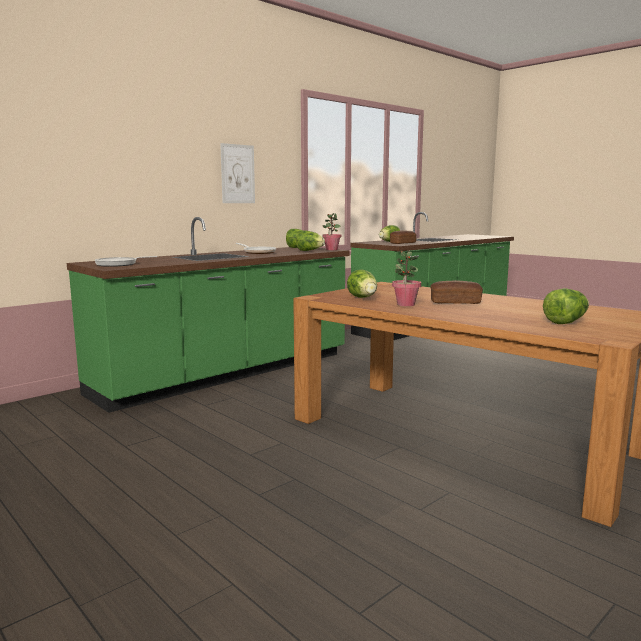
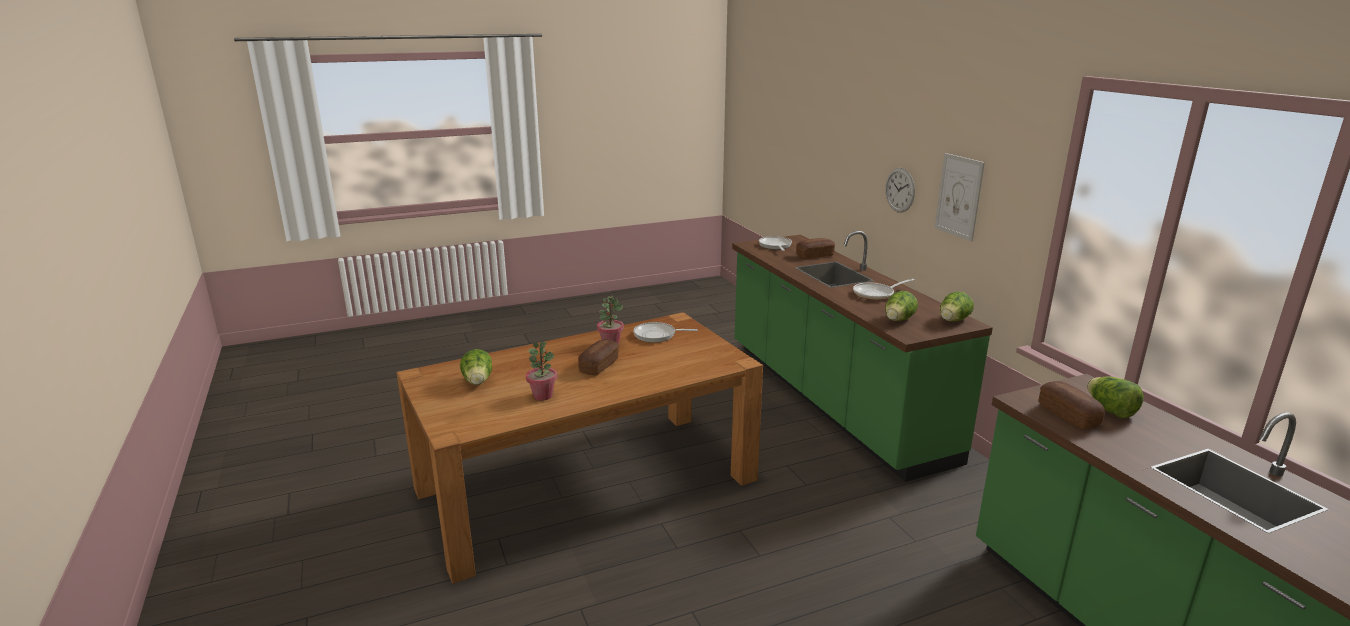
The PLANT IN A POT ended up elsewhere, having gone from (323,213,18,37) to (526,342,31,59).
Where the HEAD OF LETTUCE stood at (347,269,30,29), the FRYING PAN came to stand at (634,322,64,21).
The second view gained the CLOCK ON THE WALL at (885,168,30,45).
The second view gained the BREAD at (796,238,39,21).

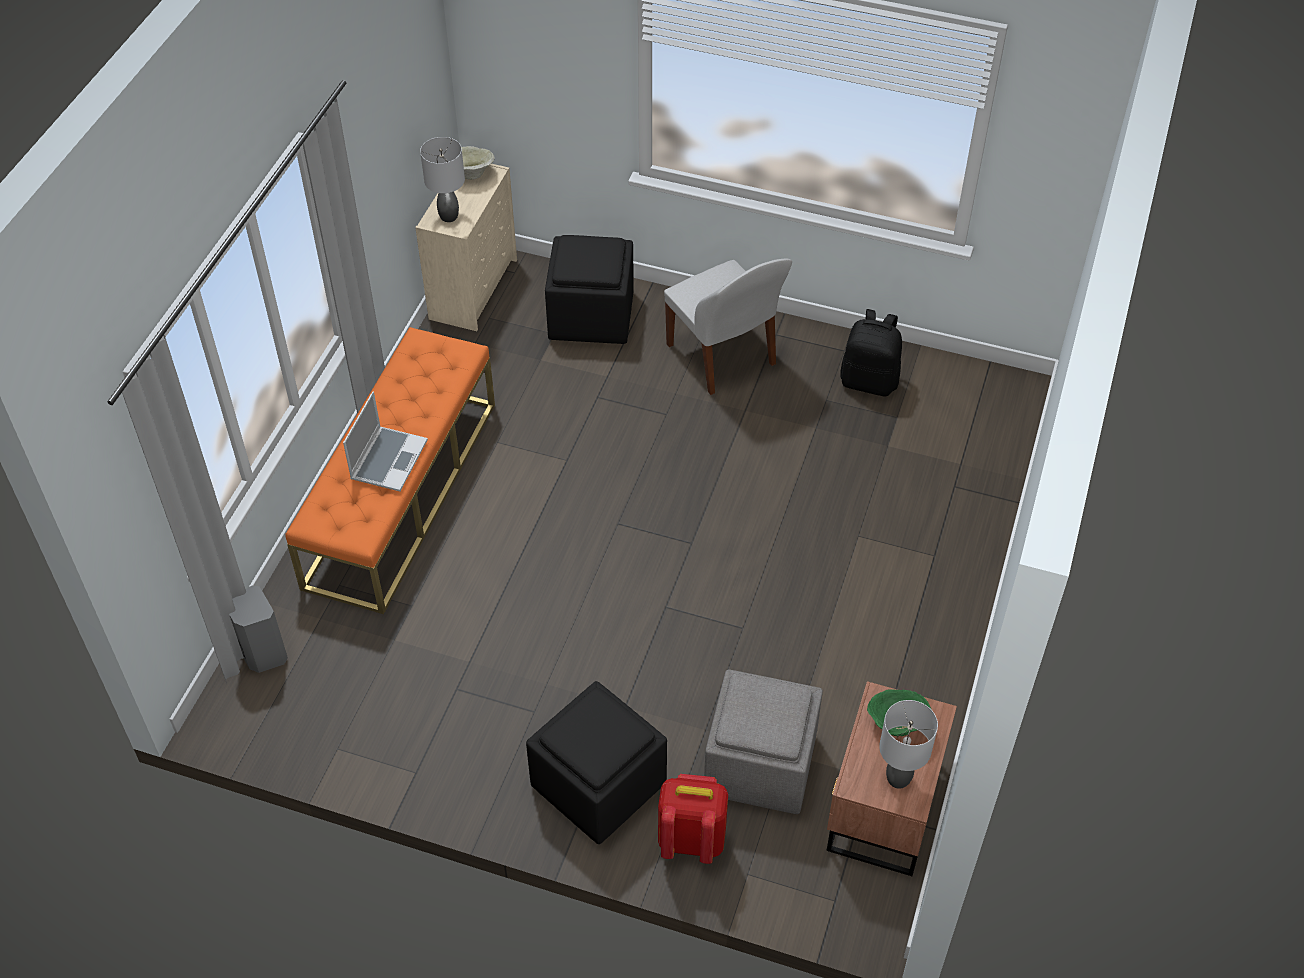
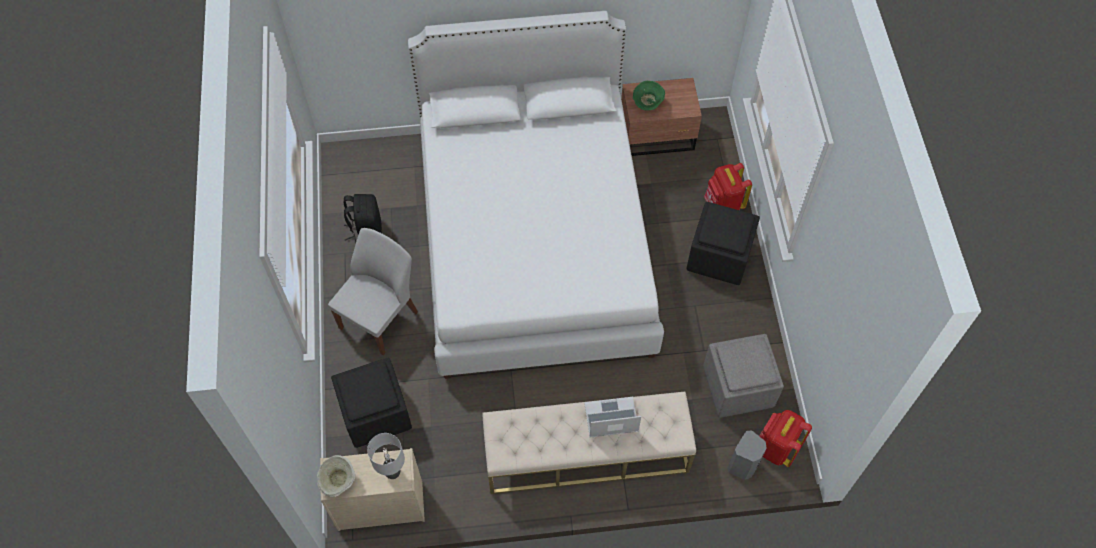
What was the ORANGE LONG SEAT at (285,327,210,287) turned into the BEIGE LONG SEAT at (482,392,214,102).
The GREYISH POUFFE ended up elsewhere, having gone from (704,670,119,144) to (703,334,81,84).
The second view lost the GREYISH LAMP FOR A TABLE at (879,700,59,89).
The second view gained the WHITE SLEEPING BED at (408,11,256,368).
The second view gained the RED RUCKSACK at (759,410,53,57).

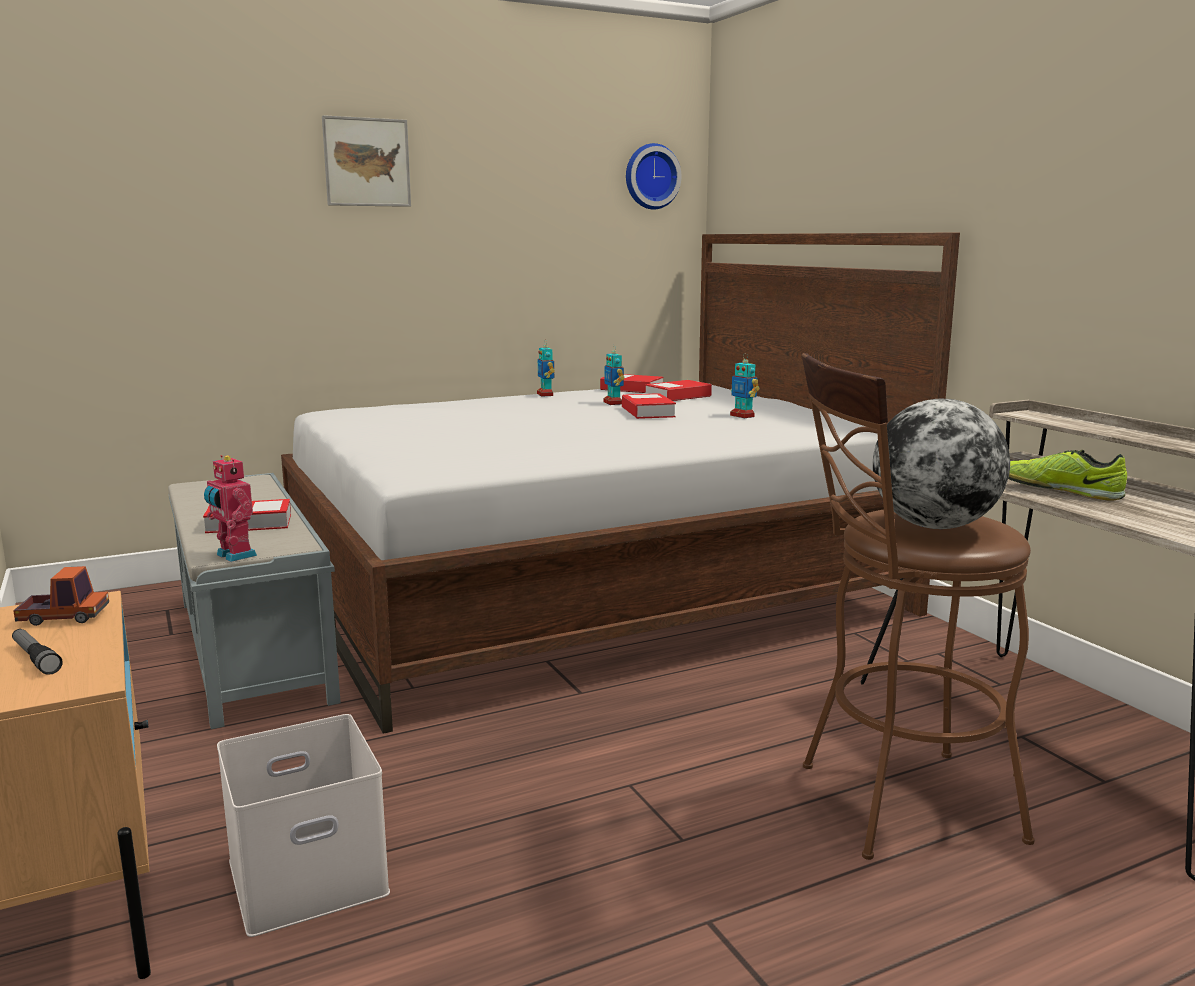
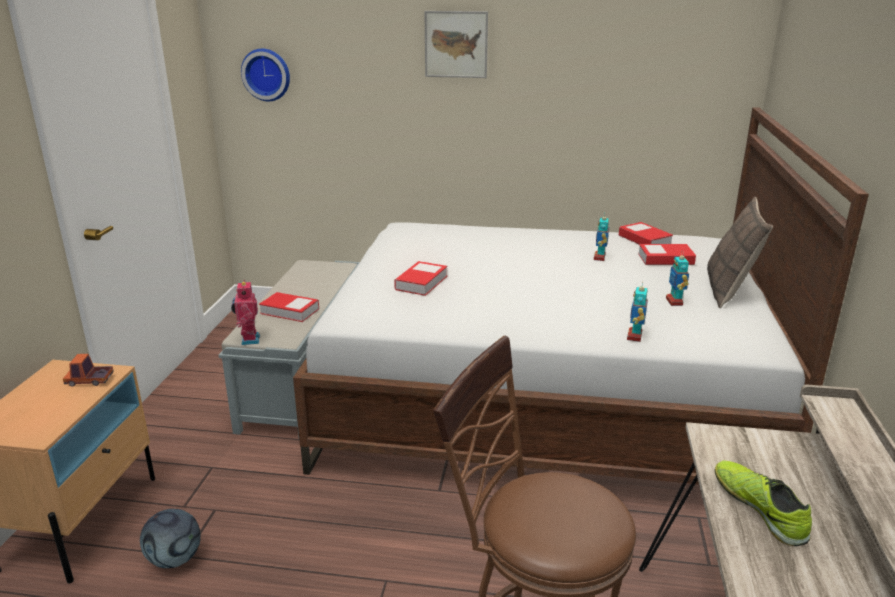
The CLOCK ON THE WALL ended up elsewhere, having gone from (626,143,55,66) to (241,49,49,52).
The TOY ROBOT ended up elsewhere, having gone from (537,344,18,53) to (627,281,21,61).
The VOLUME ended up elsewhere, having gone from (622,393,54,26) to (394,261,53,35).
The second view lost the DESK GLOBE at (873,399,137,130).
The TOY LORRY at (13,566,96,60) ended up facing another way, 150 degrees clockwise from before.
The second view lost the TORCH at (12,629,51,46).
Where the WHITE STORAGE BIN stood at (217,714,173,223), the FOOTBALL came to stand at (140,509,61,59).
The second view gained the PILLOW at (707,197,66,111).

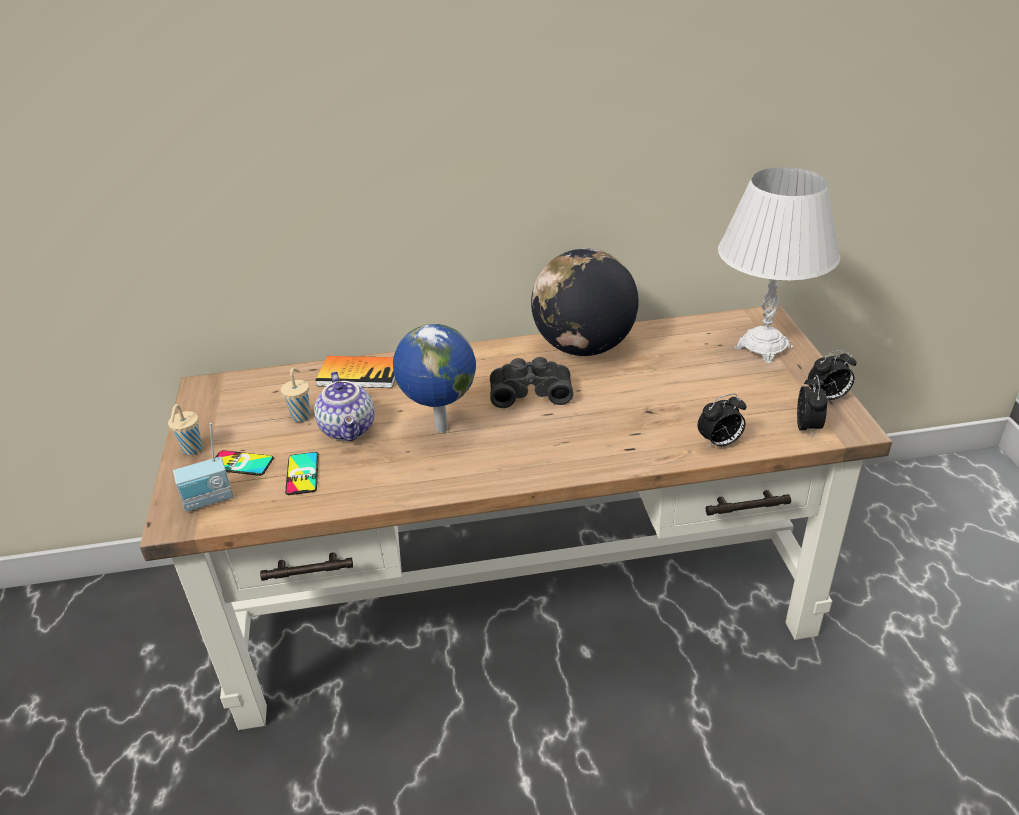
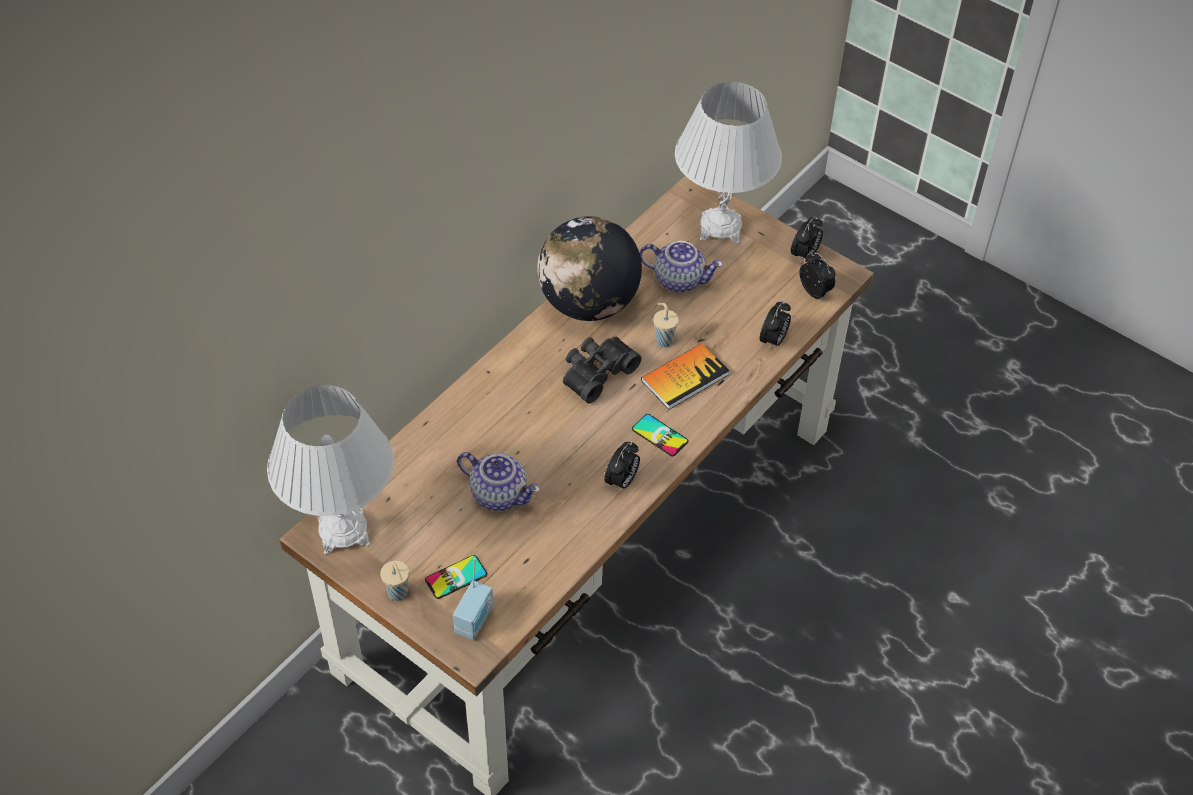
The second view lost the DESK GLOBE at (393,324,83,109).
The VOLUME ended up elsewhere, having gone from (315,356,80,32) to (641,343,88,67).
The BEIGE DRINKING CUP ended up elsewhere, having gone from (281,367,30,55) to (653,303,26,44).
The HANDSET ended up elsewhere, having gone from (285,452,34,43) to (632,414,56,43).
The second view gained the TEA POT at (640,241,83,51).
The second view gained the WHITE LAMP FOR A TABLE at (267,385,127,169).
The second view gained the TABLE CLOCK at (604,442,36,49).

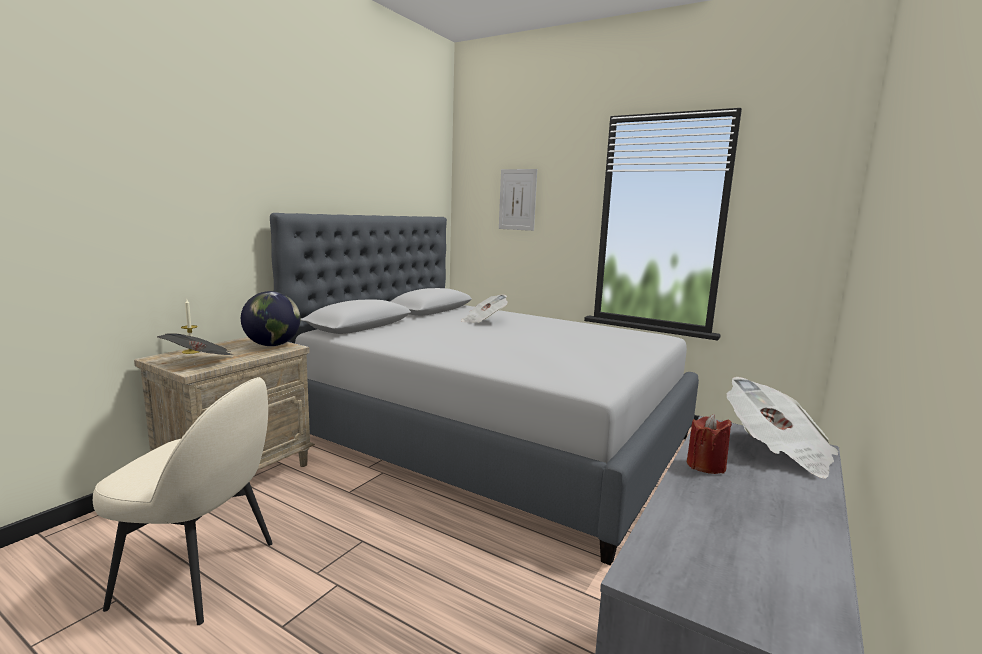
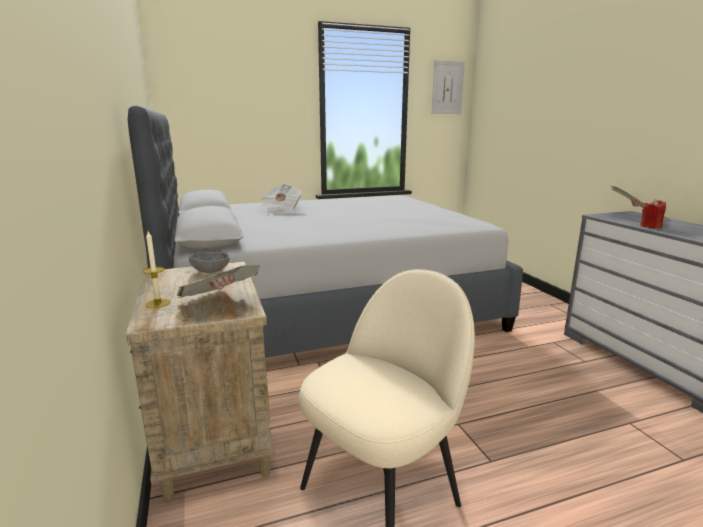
The PICTURE ended up elsewhere, having gone from (499,169,38,62) to (432,60,33,54).
Where the DESK GLOBE stood at (241,291,59,55), the GREYISH BOWL came to stand at (189,252,40,21).

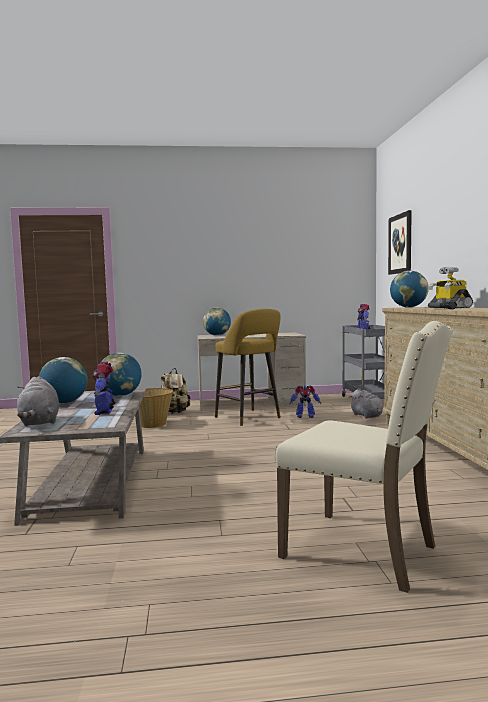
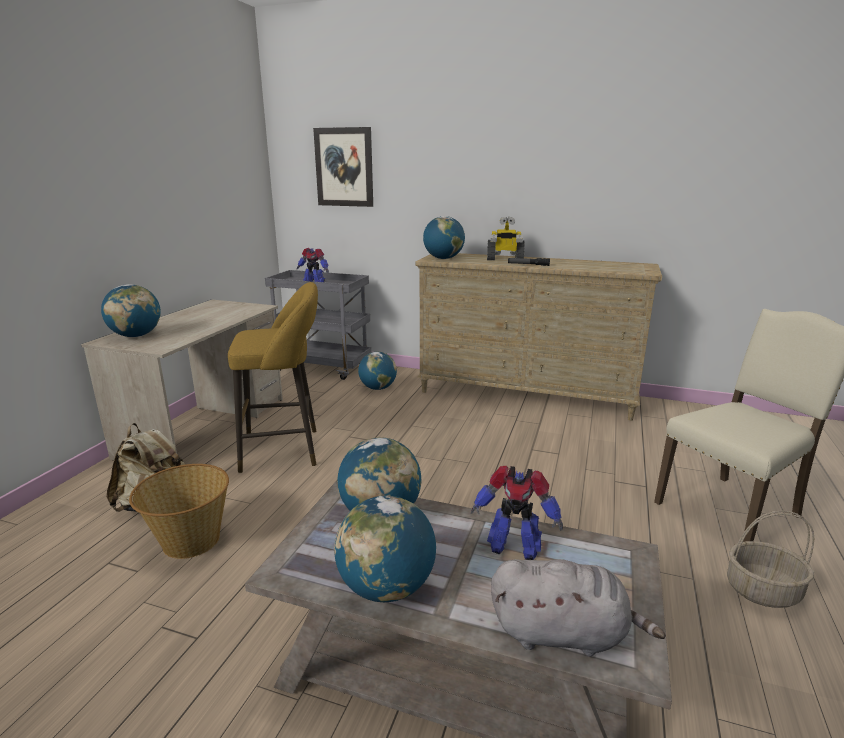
The second view lost the TOY ROBOT at (289,386,33,32).
Where the GREYISH PLUSH TOY stood at (349,389,34,30), the DESK GLOBE came to stand at (358,352,39,38).
The second view gained the BASKET at (727,510,87,98).

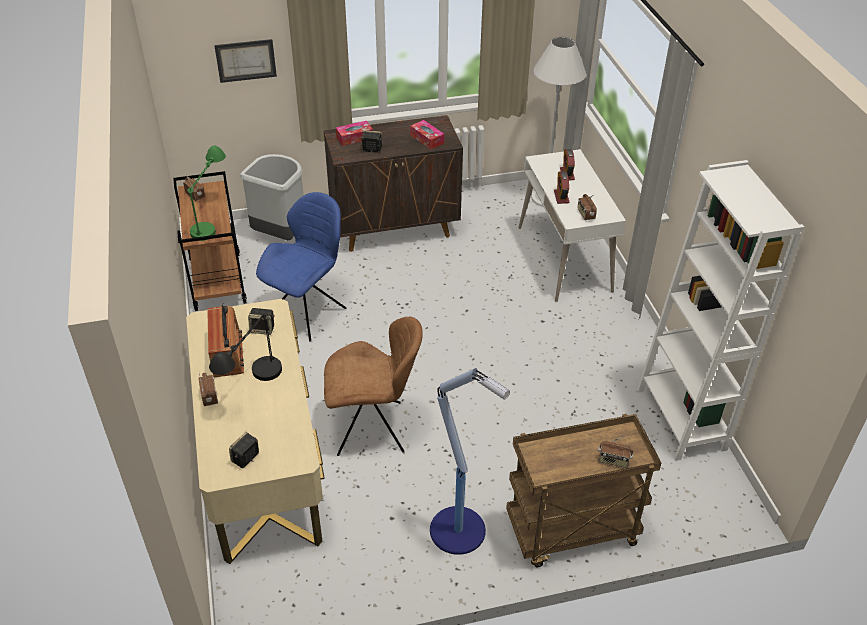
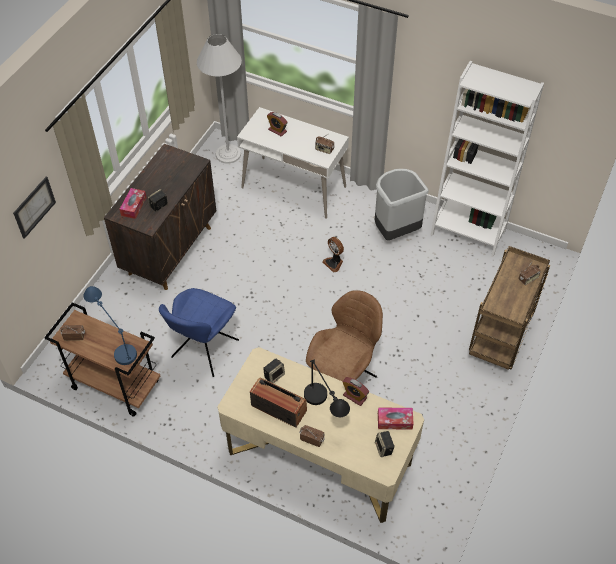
The TISSUE BOX ended up elsewhere, having gone from (410,120,34,30) to (378,407,36,23).
What was the GREENISH LAMP FOR A TABLE at (188,146,38,95) turned into the BLUISH LAMP FOR A TABLE at (83,286,54,79).
The GREYISH TRASH CAN ended up elsewhere, having gone from (240,154,64,86) to (375,169,54,71).
The TABLE CLOCK ended up elsewhere, having gone from (554,171,15,33) to (342,377,27,29).
The BLUISH PLAIN CHAIR at (256,192,90,150) ended up facing another way, 135 degrees counterclockwise from before.
The second view lost the STANDARD LAMP at (430,368,80,187).
The second view gained the FAN at (323,237,21,35).

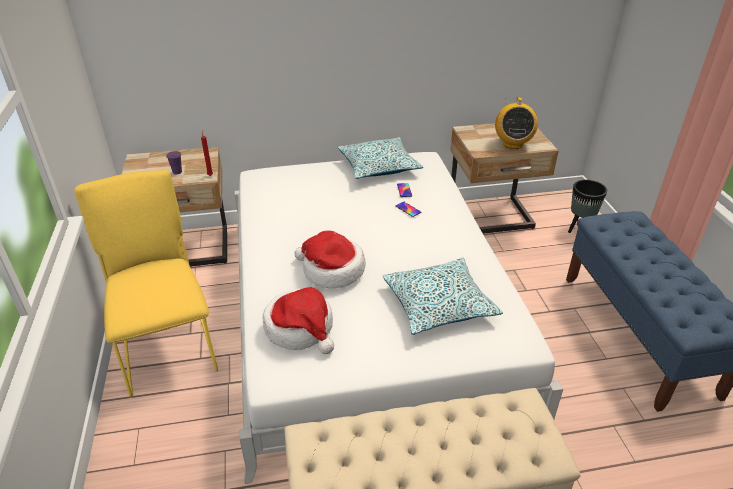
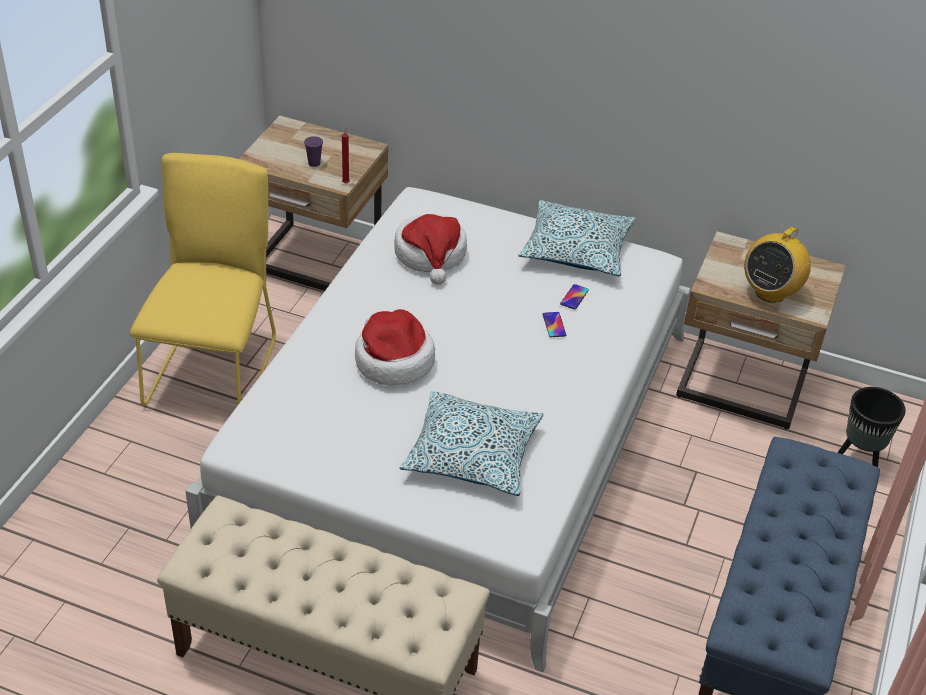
The WEARABLE HAT ended up elsewhere, having gone from (262,287,72,67) to (395,214,72,71).

